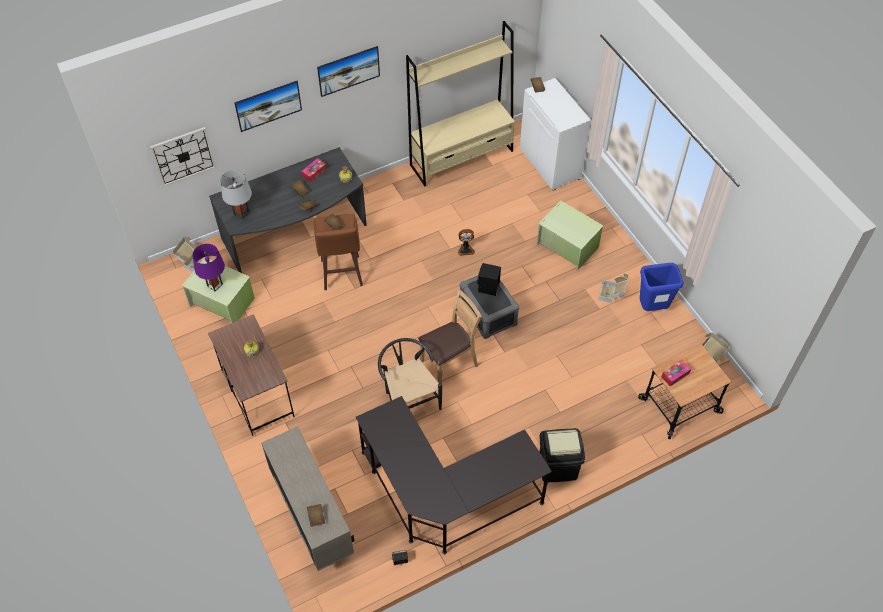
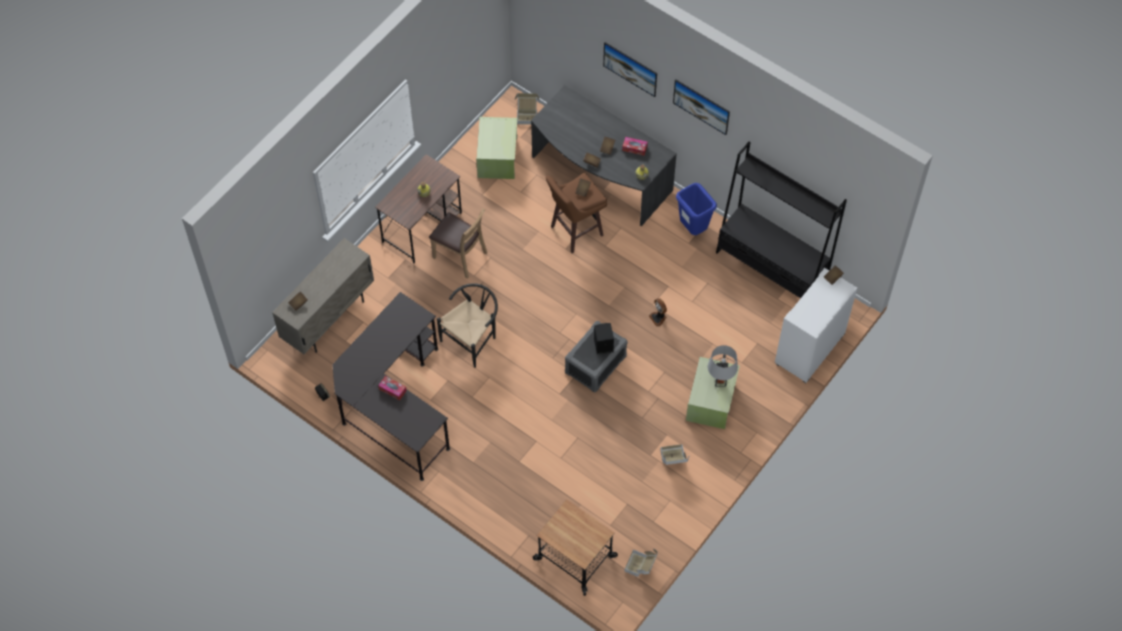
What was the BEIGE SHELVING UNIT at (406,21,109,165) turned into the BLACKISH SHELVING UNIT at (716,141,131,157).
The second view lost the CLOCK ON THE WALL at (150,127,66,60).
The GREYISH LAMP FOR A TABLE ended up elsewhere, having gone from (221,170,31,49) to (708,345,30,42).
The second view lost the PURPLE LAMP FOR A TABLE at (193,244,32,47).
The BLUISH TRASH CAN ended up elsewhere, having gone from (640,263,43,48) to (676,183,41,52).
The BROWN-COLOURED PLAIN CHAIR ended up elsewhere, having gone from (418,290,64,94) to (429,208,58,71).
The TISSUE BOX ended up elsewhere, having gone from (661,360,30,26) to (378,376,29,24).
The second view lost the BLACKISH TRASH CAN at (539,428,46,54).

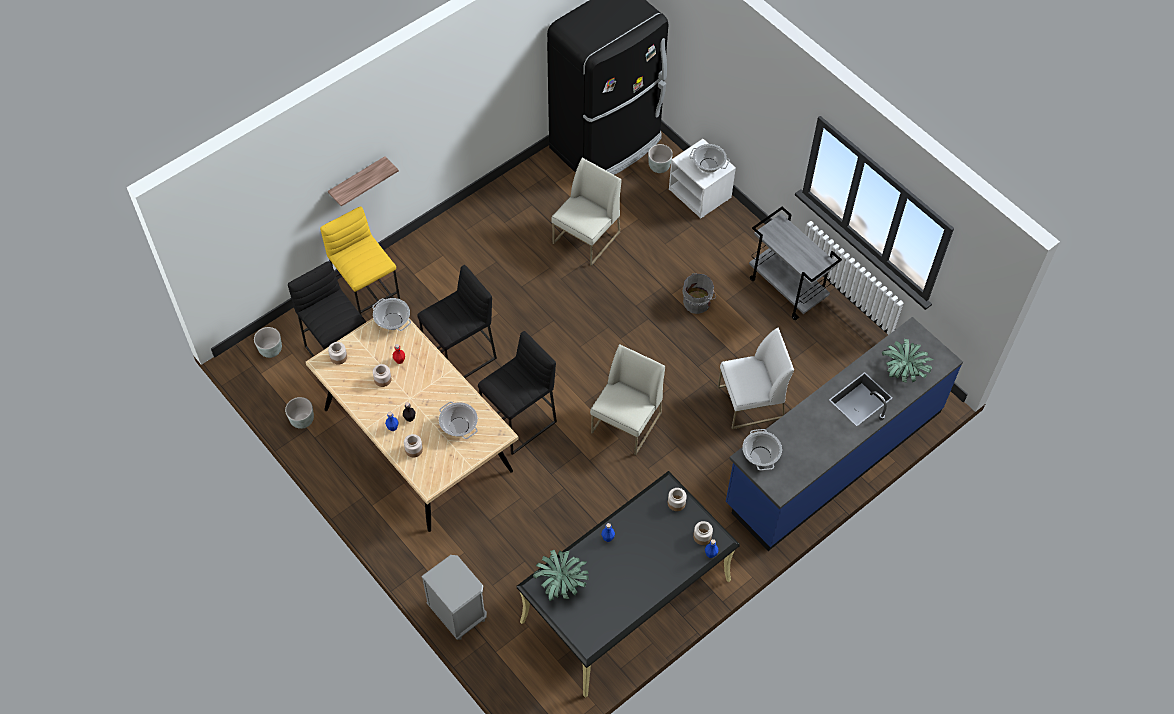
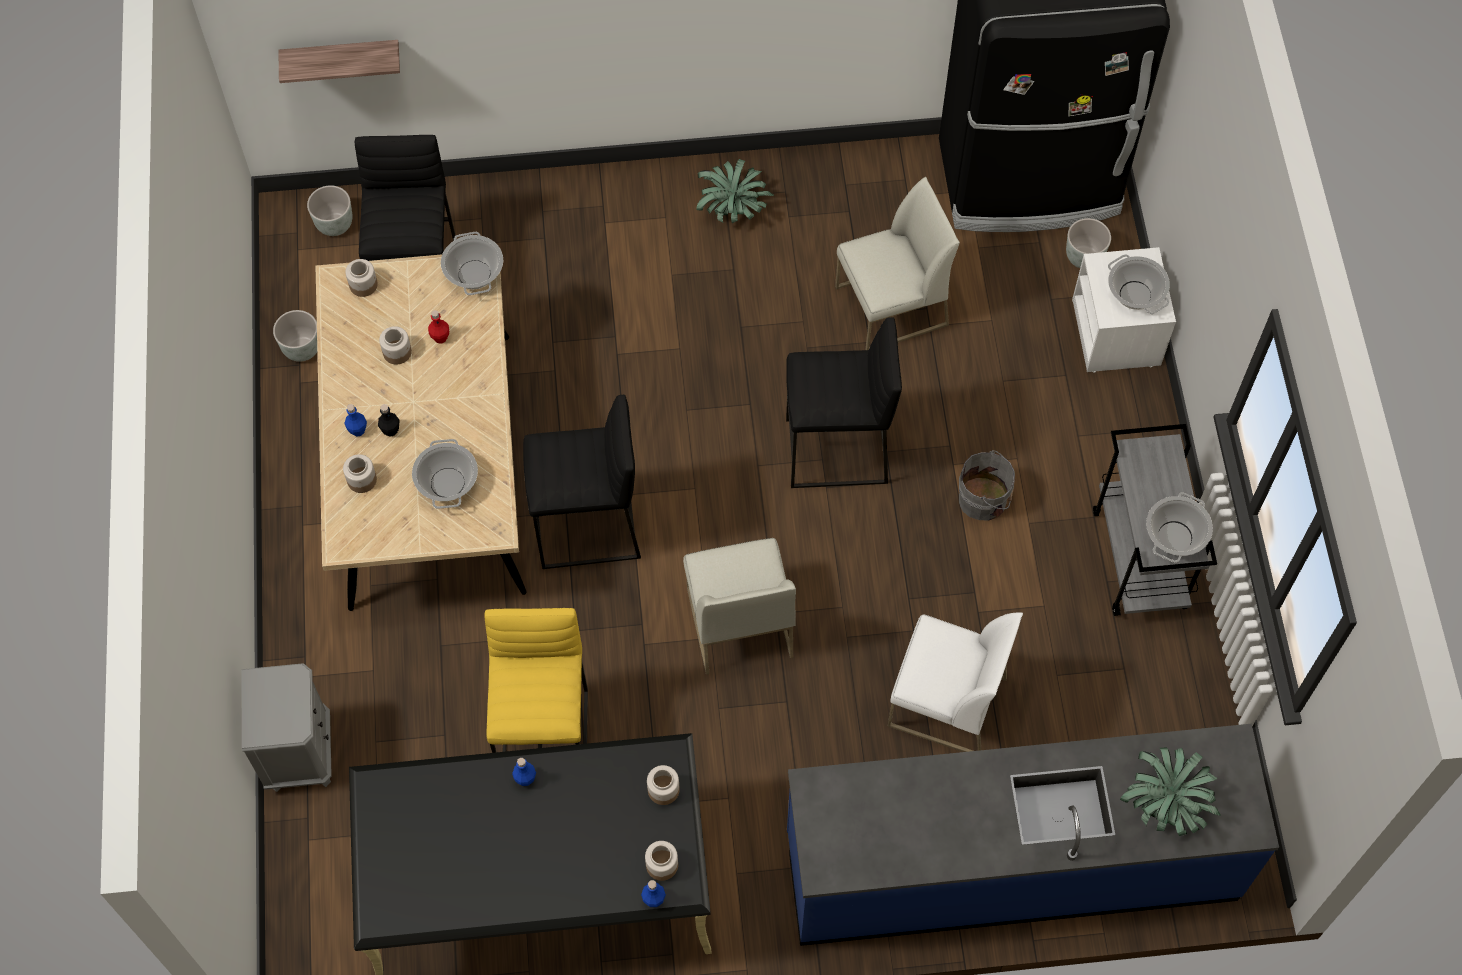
The SHELF ended up elsewhere, having gone from (328,156,71,51) to (278,40,122,43).
The YELLOW-COLOURED STOOL ended up elsewhere, having gone from (320,206,80,110) to (485,608,103,145).
The BLACKISH STOOL ended up elsewhere, having gone from (418,265,79,113) to (786,317,116,171).
The WHITE PLAIN CHAIR at (590,344,75,111) ended up facing another way, 105 degrees clockwise from before.
The SAUCEPOT ended up elsewhere, having gone from (742,429,40,42) to (1146,493,67,70).
The PLANT IN A POT ended up elsewhere, having gone from (533,550,56,51) to (696,159,79,64).

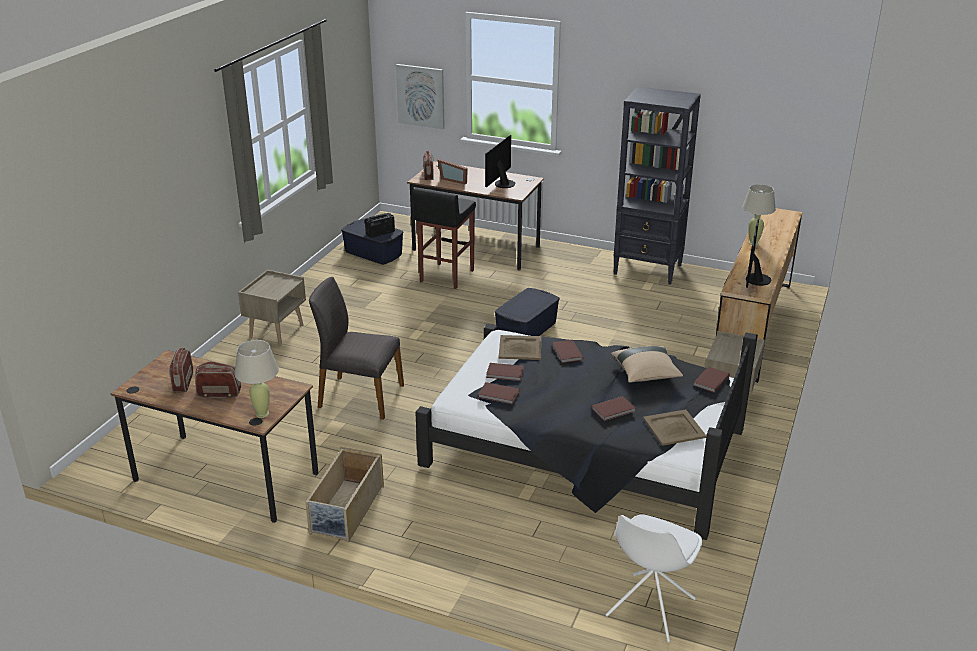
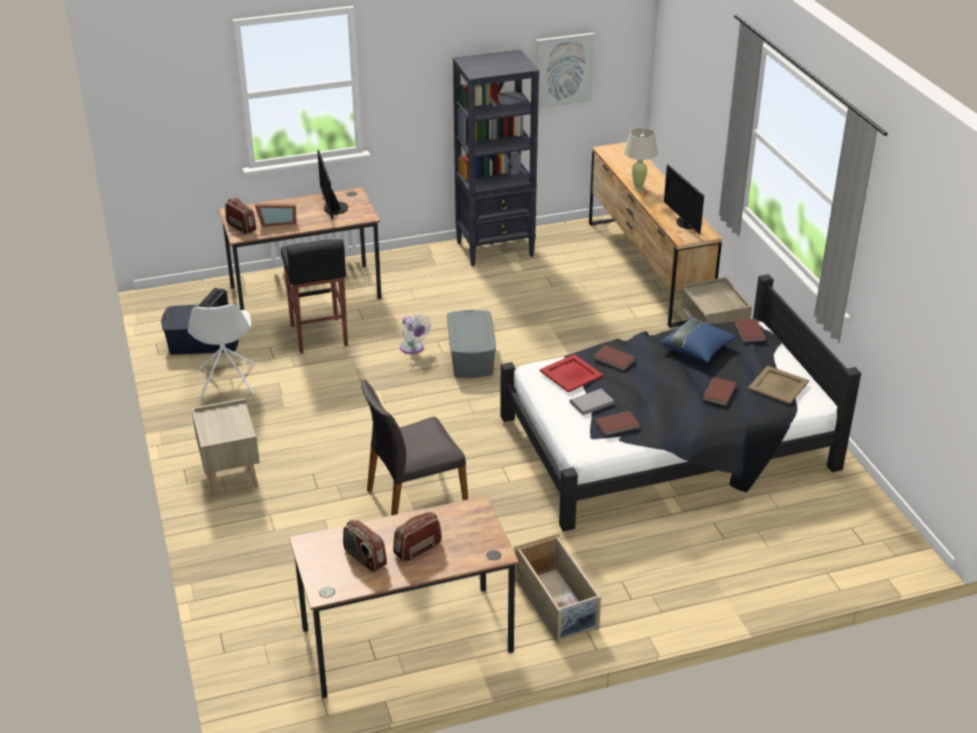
The PICTURE ended up elsewhere, having gone from (396,64,49,65) to (535,33,60,75).
What was the BLUISH STORAGE BIN at (494,288,66,48) turned into the GREYISH STORAGE BIN at (447,310,49,68).
What was the BEIGE TRAY at (499,335,43,25) turned into the RED TRAY at (540,354,63,38).
The second view lost the BEIGE LAMP FOR A TABLE at (234,340,45,78).
What was the BEIGE PILLOW at (611,346,72,37) turned into the BLUISH PILLOW at (659,317,78,45).
What was the BROWN-COLOURED VOLUME at (486,363,38,18) turned into the GREYISH VOLUME at (570,389,44,26).
The WHITE PLAIN CHAIR ended up elsewhere, having gone from (605,514,97,129) to (188,304,67,95).
The second view gained the WHITE FAN at (400,314,31,40).

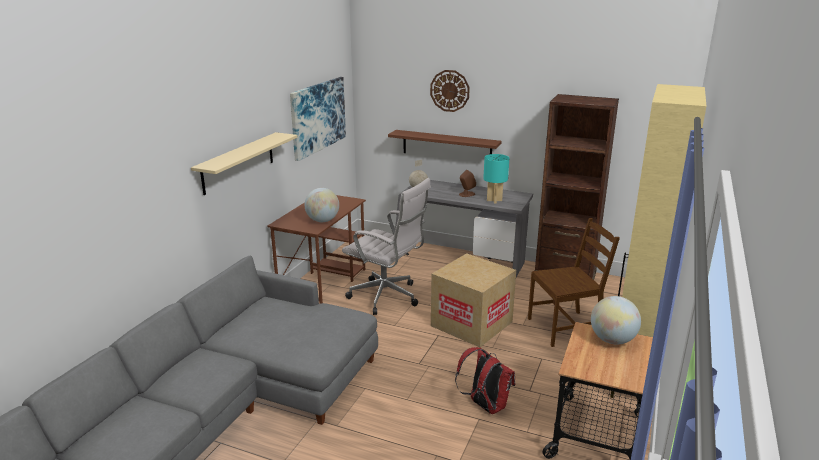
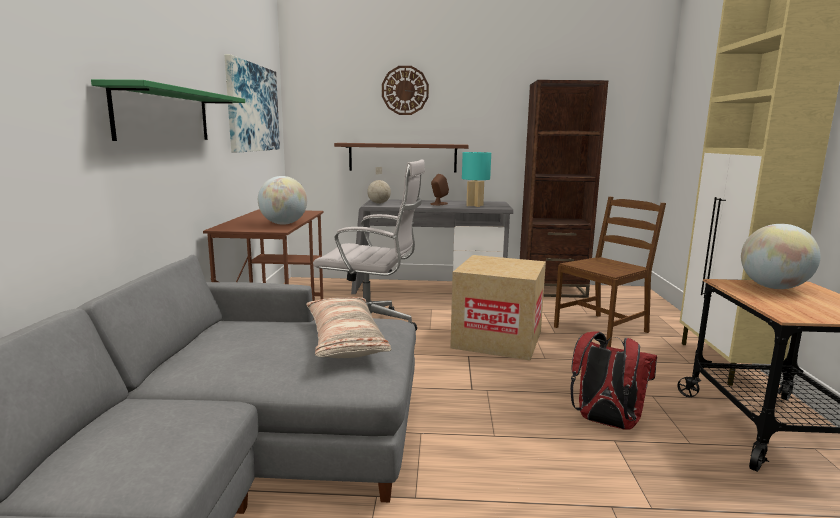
What was the BEIGE SHELF at (191,132,107,63) turned into the GREENISH SHELF at (91,79,154,62).
The second view gained the PILLOW at (306,297,86,61).

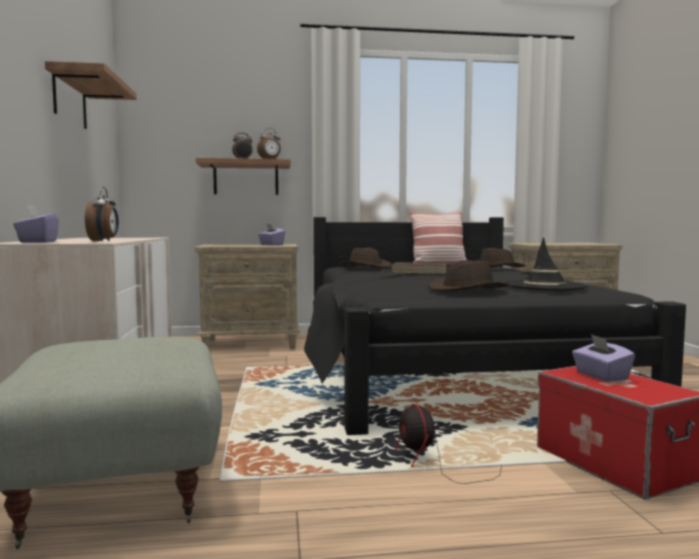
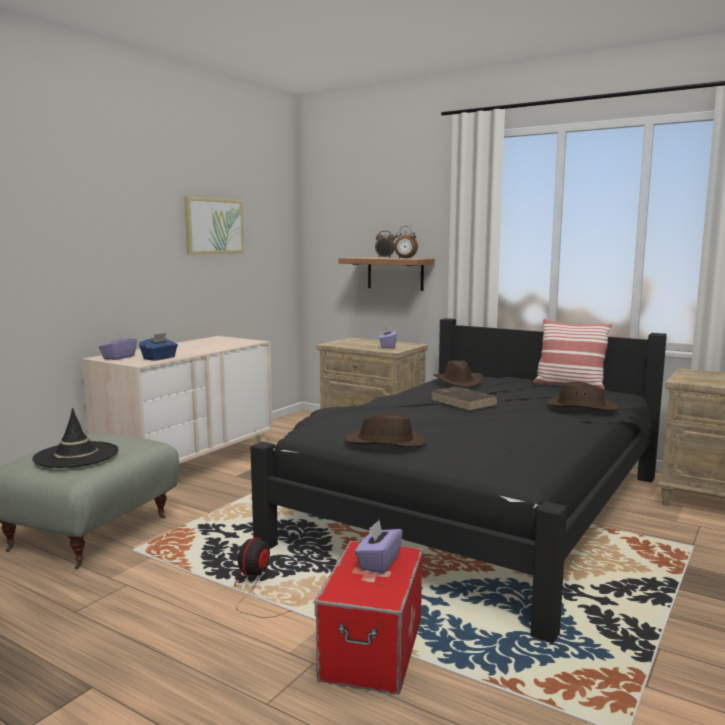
Where the SHELF hung at (45,61,92,68), the PICTURE came to hang at (184,197,60,57).
Where the TABLE CLOCK stood at (85,187,34,55), the BLUISH TISSUE BOX came to stand at (139,333,39,28).
The BLACKISH WEARABLE HAT ended up elsewhere, having gone from (504,237,84,53) to (32,408,87,60).

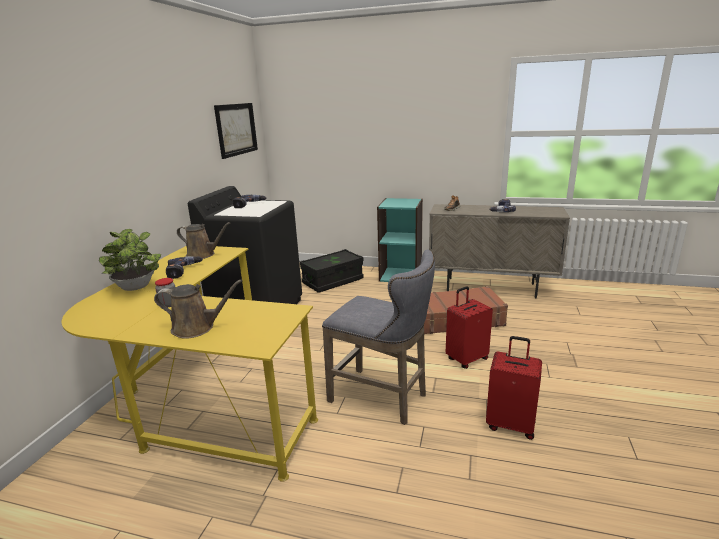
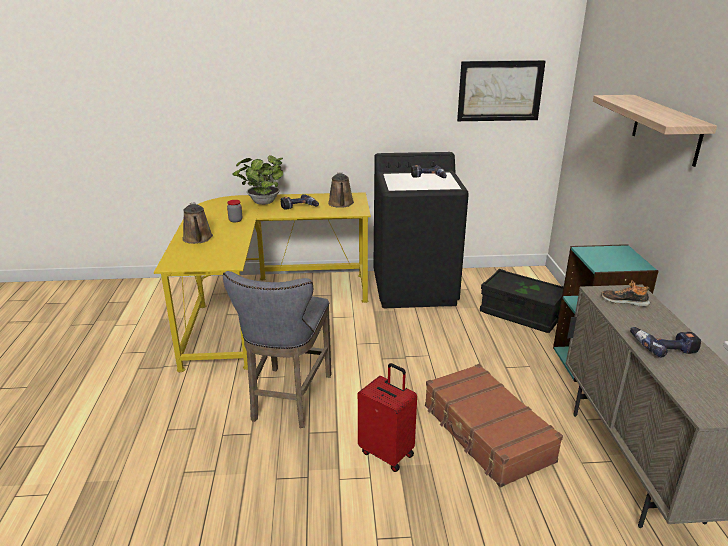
The second view lost the RED PIECE OF LUGGAGE at (486,336,56,104).
The second view gained the SHELF at (593,95,124,72).

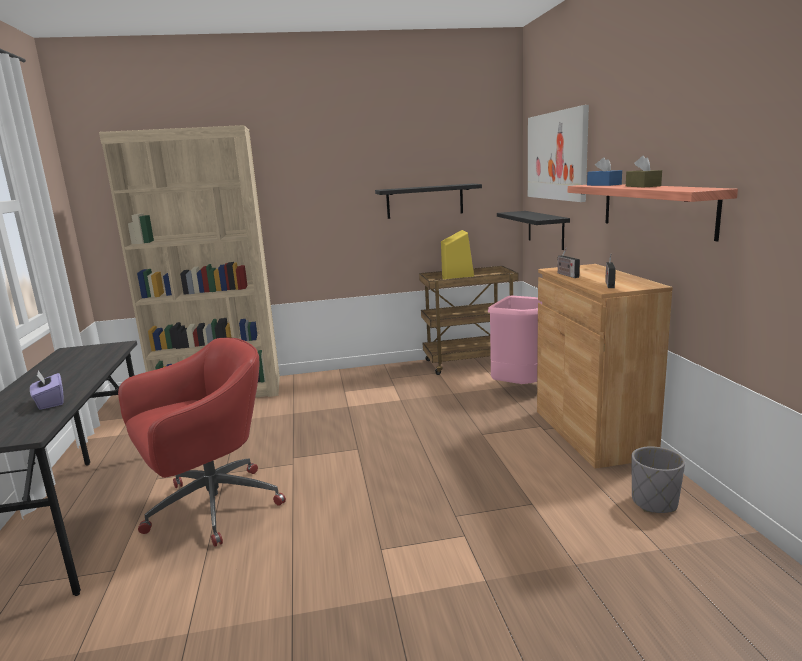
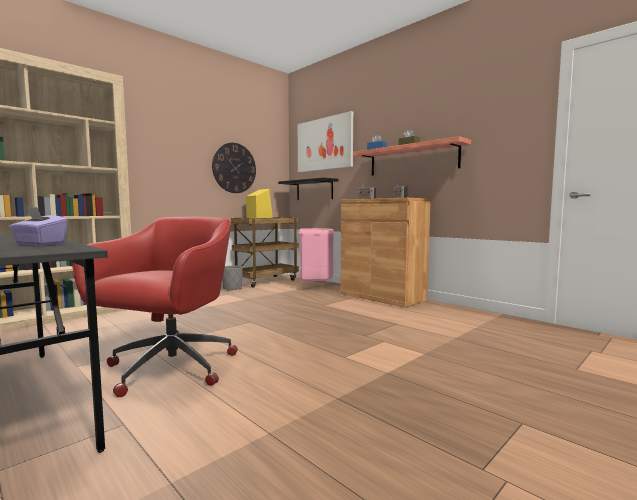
Where the BLACKISH SHELF hung at (375,184,107,35), the CLOCK ON THE WALL came to hang at (212,143,44,50).
The GREYISH PLANTER ended up elsewhere, having gone from (631,446,54,67) to (222,266,21,25).

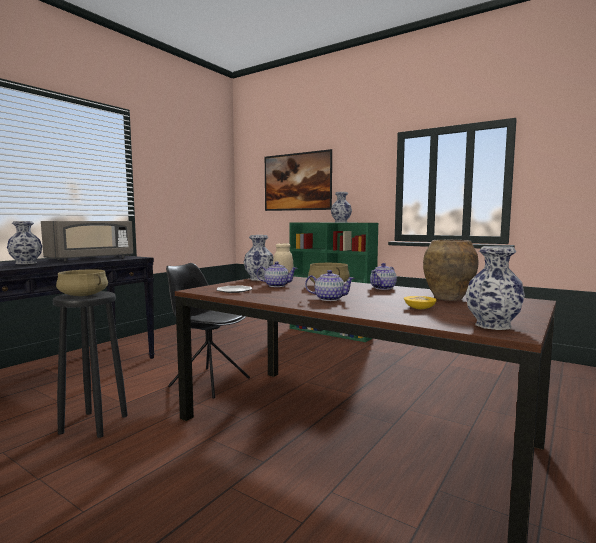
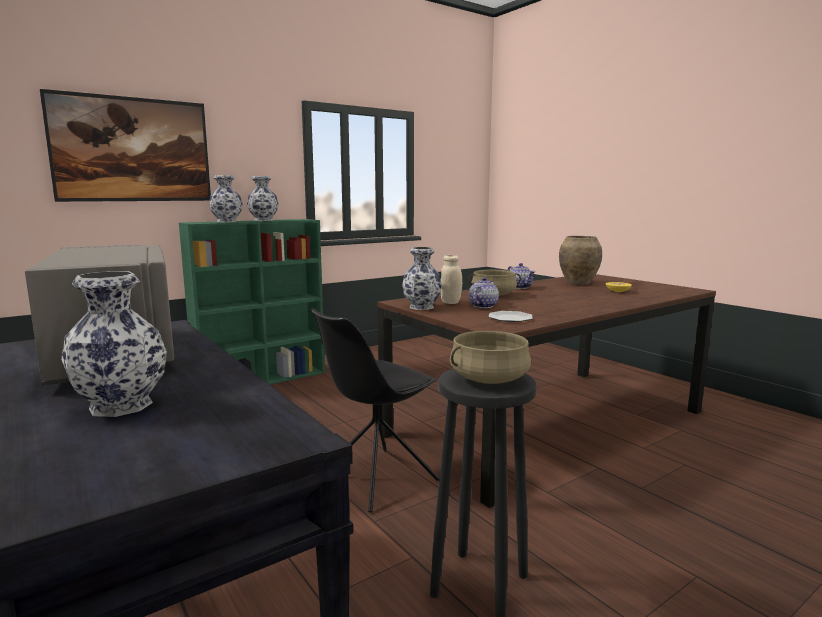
The DECORATIVE VASE ended up elsewhere, having gone from (466,246,59,84) to (209,175,34,47).
The second view lost the TEA POT at (305,270,50,31).

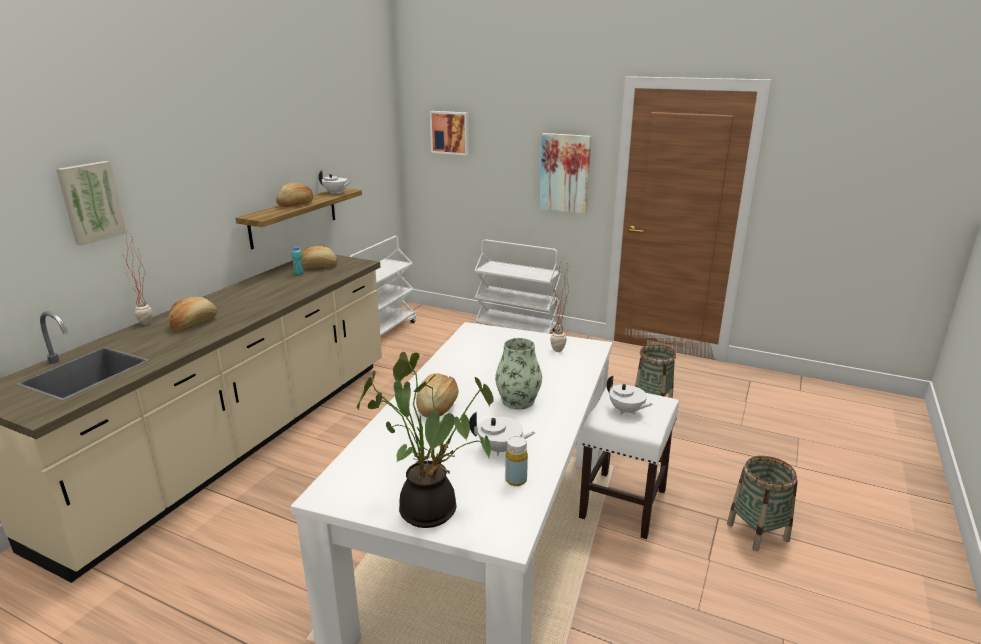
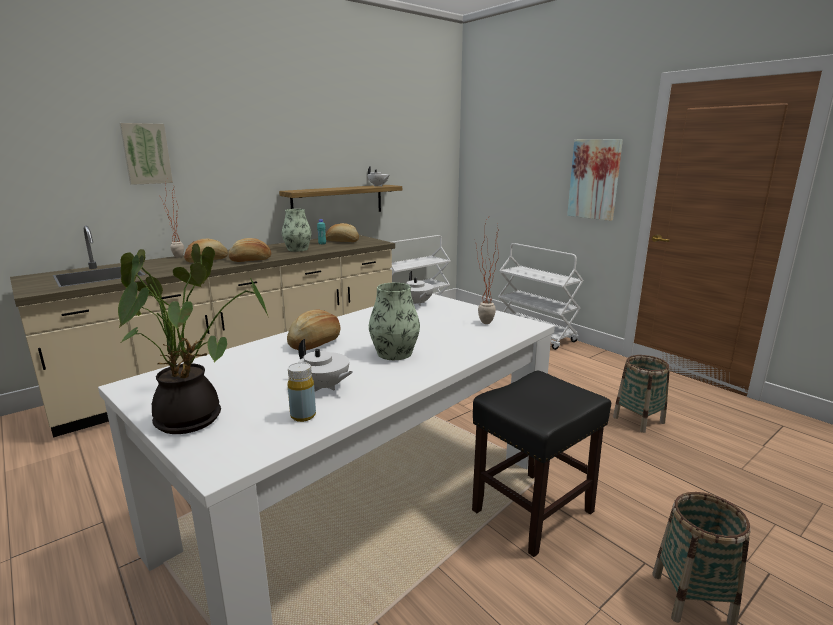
The second view lost the PICTURE at (430,111,39,45).
The BREAD ended up elsewhere, having gone from (276,182,37,25) to (228,238,43,24).
The WHITE TEA POT ended up elsewhere, having gone from (607,375,46,40) to (406,271,28,35).
What was the WHITE STOOL at (579,385,100,154) turned into the BLACKISH STOOL at (472,371,139,186).
The second view gained the DECORATIVE VASE at (282,209,29,43).

